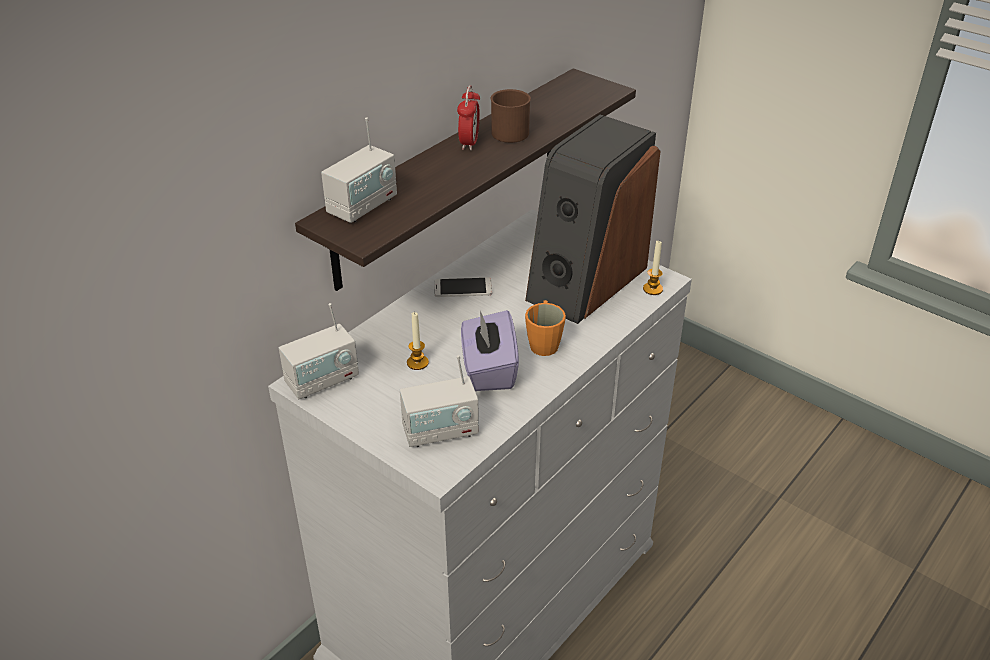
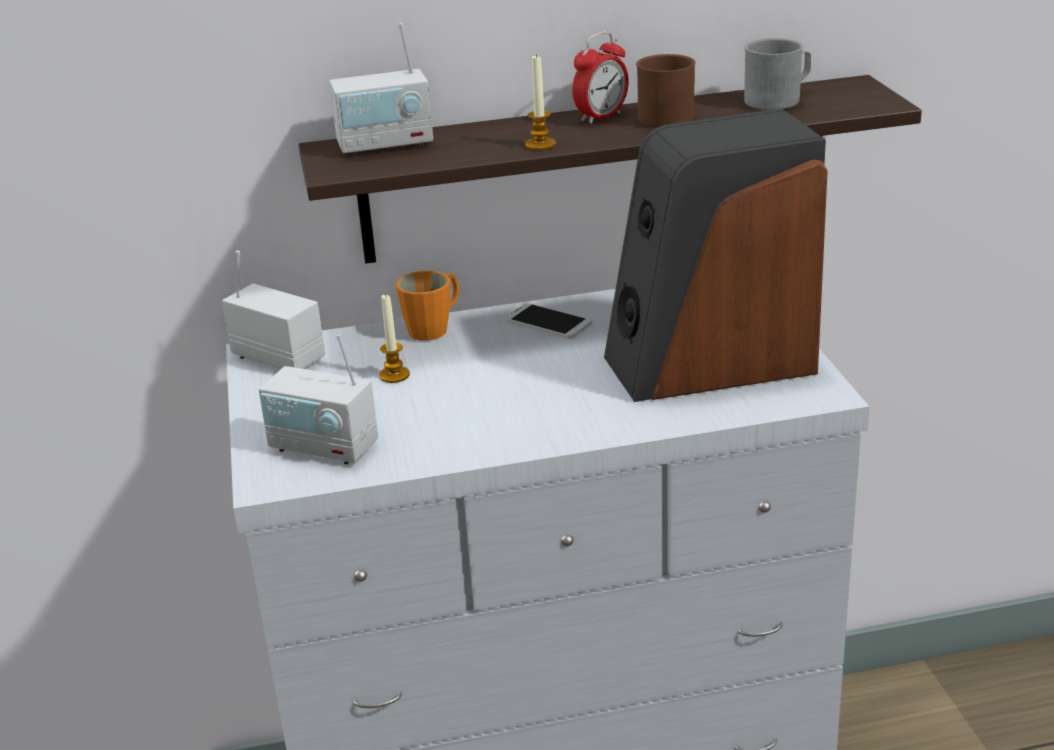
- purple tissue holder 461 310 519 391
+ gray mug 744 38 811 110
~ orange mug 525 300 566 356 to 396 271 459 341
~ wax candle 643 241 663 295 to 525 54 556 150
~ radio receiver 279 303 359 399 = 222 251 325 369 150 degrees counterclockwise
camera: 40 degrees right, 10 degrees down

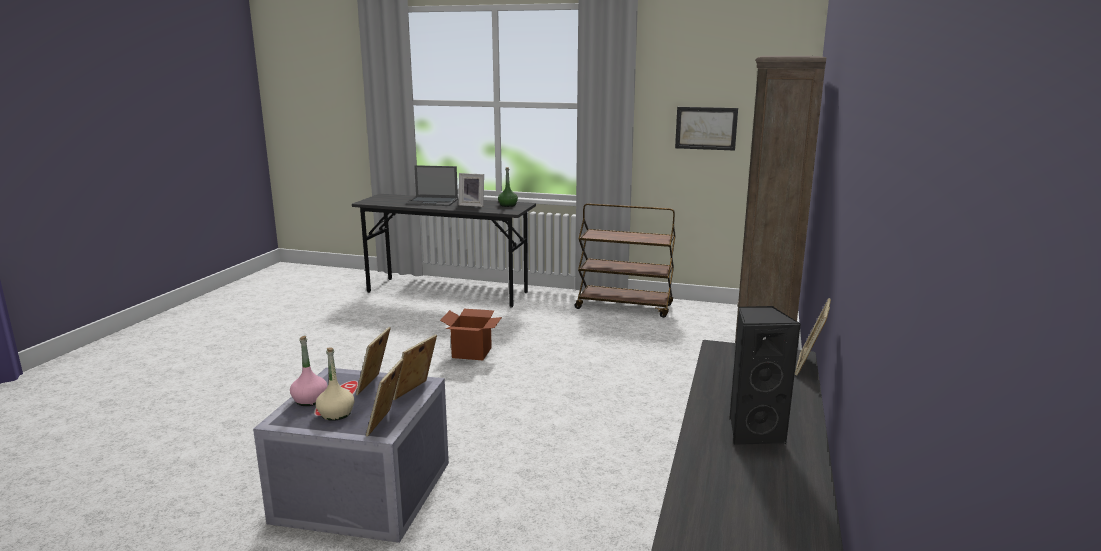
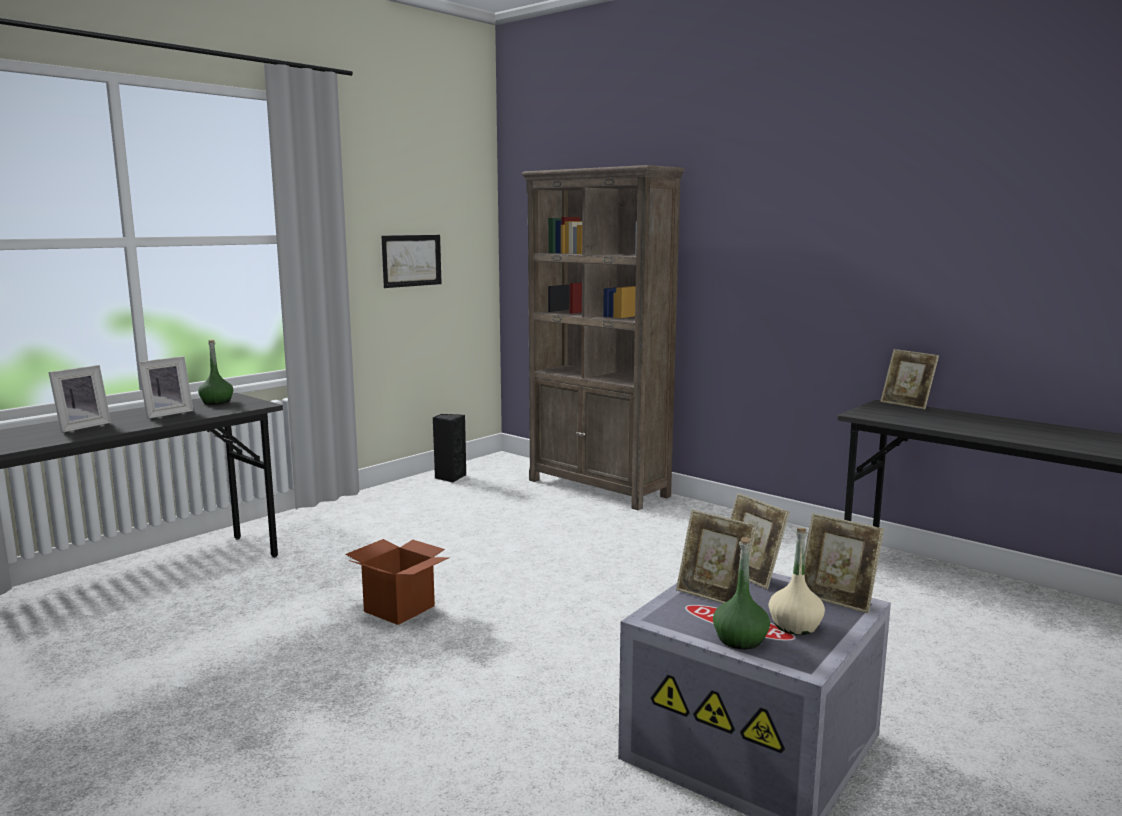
- brown cart 574 203 676 318
~ blackish speaker 729 306 801 445 to 433 414 466 483
~ laptop 406 165 458 206 to standing frame 48 365 111 433
~ pink-coloured beverage bottle 290 336 328 406 to greenish beverage bottle 713 537 770 649
camera: 65 degrees left, 5 degrees down

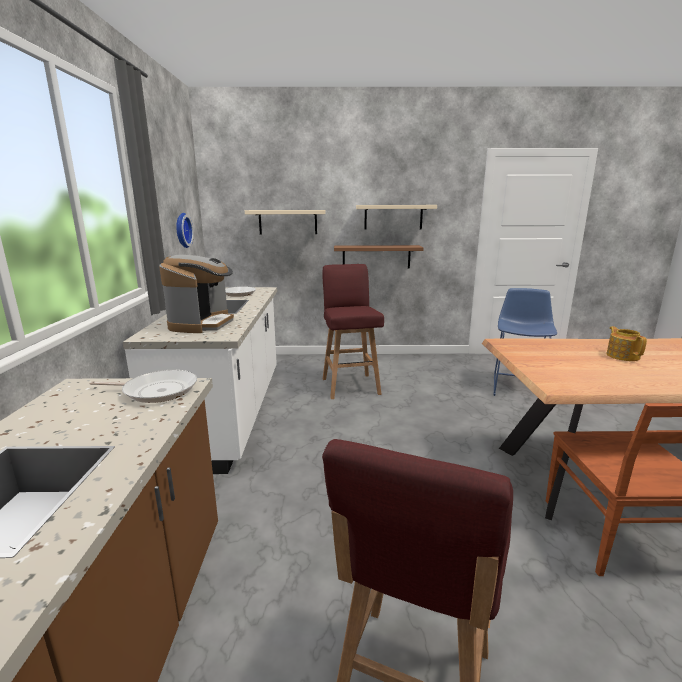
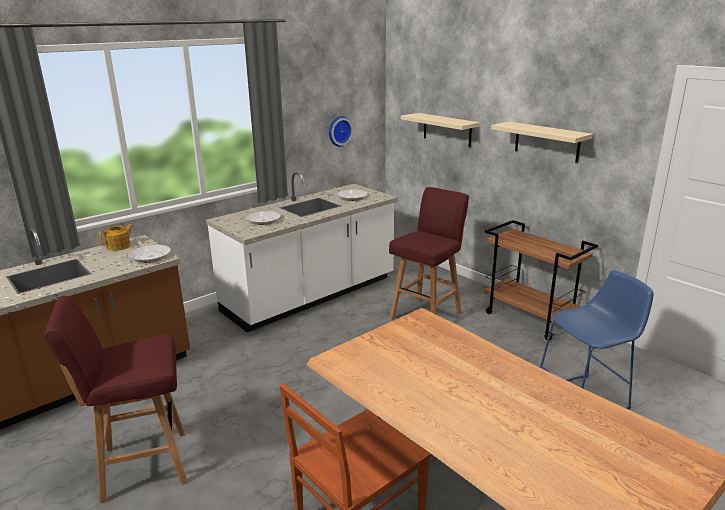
- brown shelf 334 245 424 269
+ brown cart 483 220 598 341
~ tea pot 606 326 647 361 to 99 224 133 251
~ coffee machine 159 255 234 333 to pan 246 208 281 225
camera: 50 degrees right, 5 degrees up

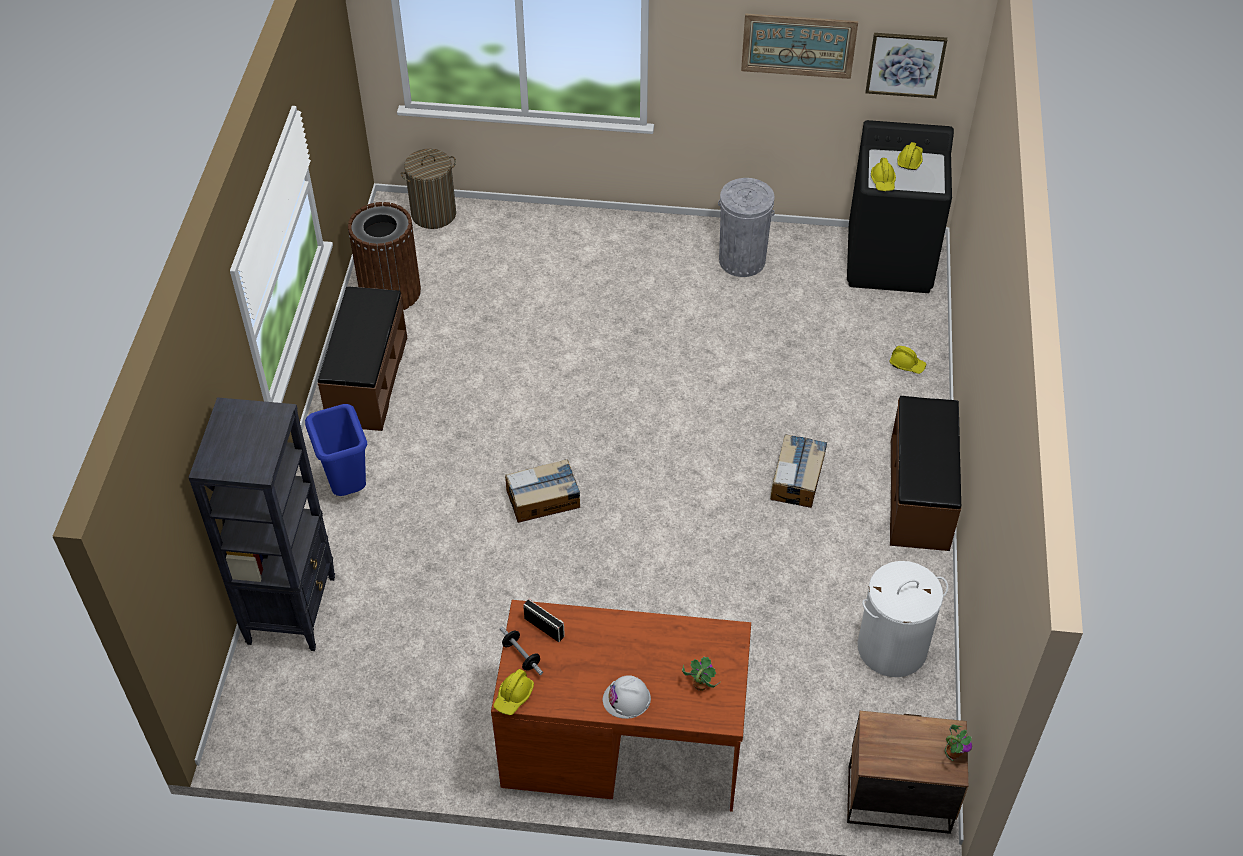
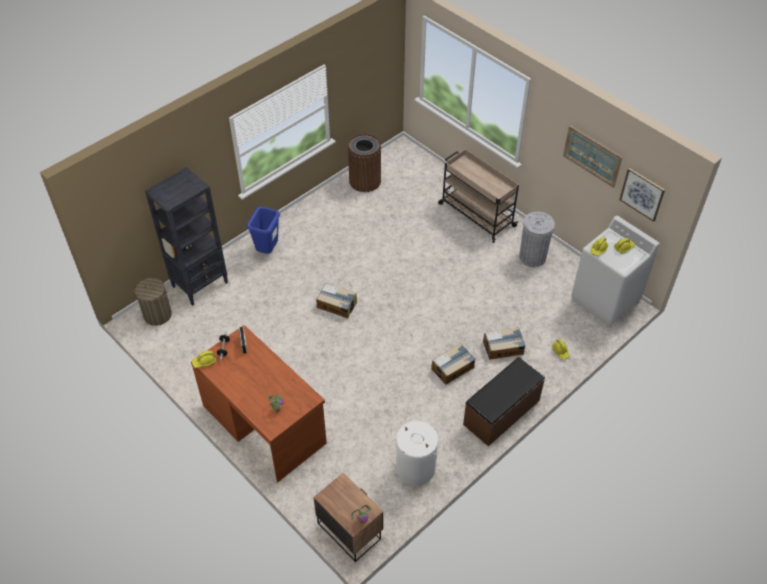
- brown bench 318 287 407 431
- white-coloured safety helmet 603 675 651 719
+ beige cart 438 149 519 243
+ carton 483 327 526 360
~ hamper 401 149 456 229 to 133 278 172 326
~ blackish washing machine 847 120 954 293 to white-coloured washing machine 571 216 660 326
camera: 40 degrees right, 0 degrees up

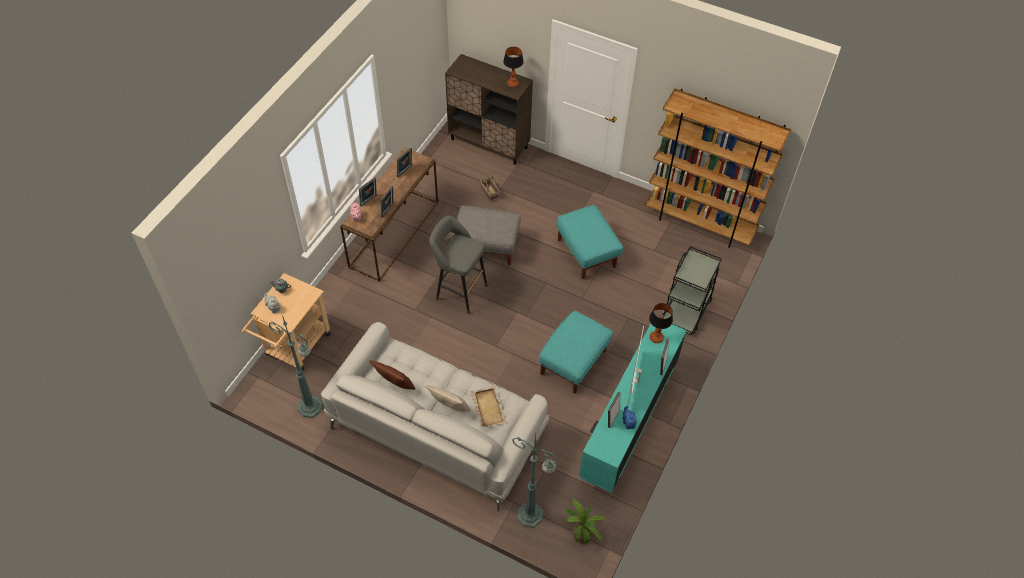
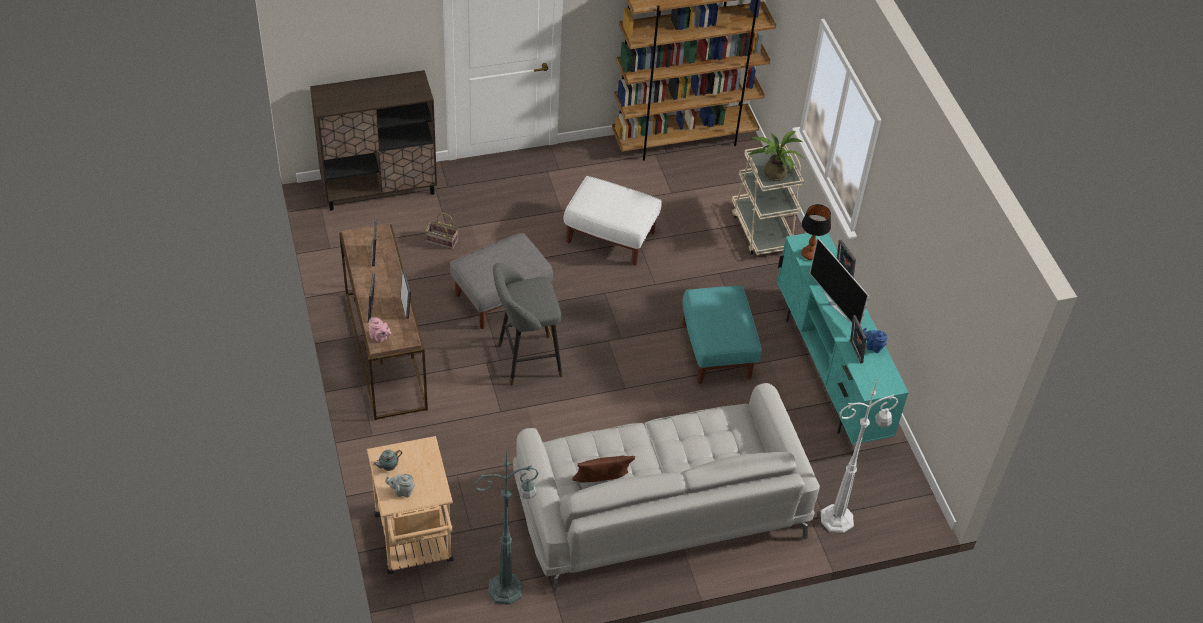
- beige throw pillow 425 385 471 412
- beige serving tray 470 386 507 428
- lamp for a table 503 47 524 88
~ potted plant 564 497 606 544 to 749 131 805 181
~ greenish floor lamp 512 435 558 528 to white-coloured floor lamp 821 380 898 533
~ turquoise-coloured ottoman 557 205 623 279 to white-coloured ottoman 564 176 662 266
~ blackish cart 662 246 722 335 to beige cart 732 144 804 255
camera: 45 degrees left, 5 degrees down

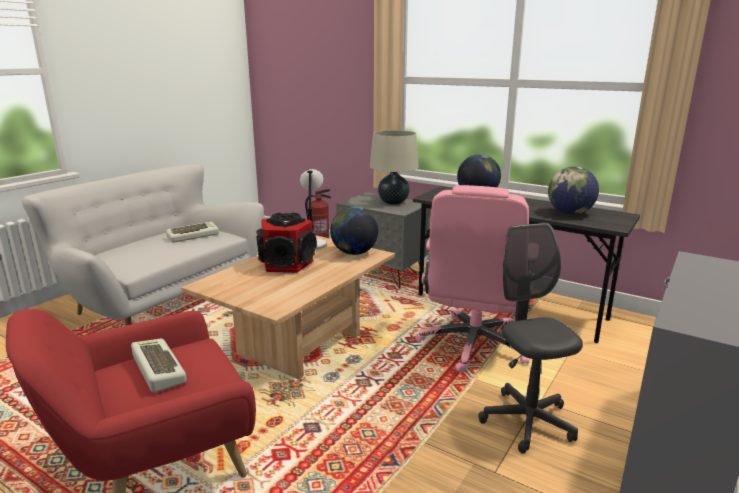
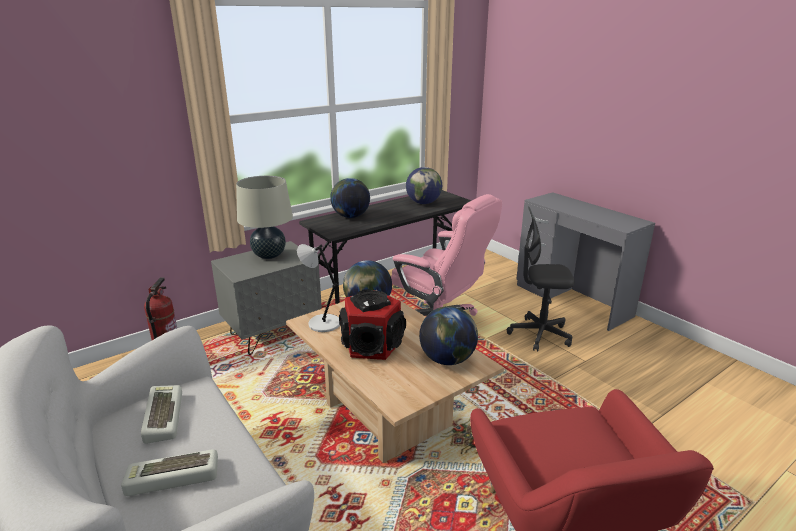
+ desk globe 419 306 478 365
~ PC keyboard 131 339 187 393 to 121 449 218 496
camera: 70 degrees left, 5 degrees up

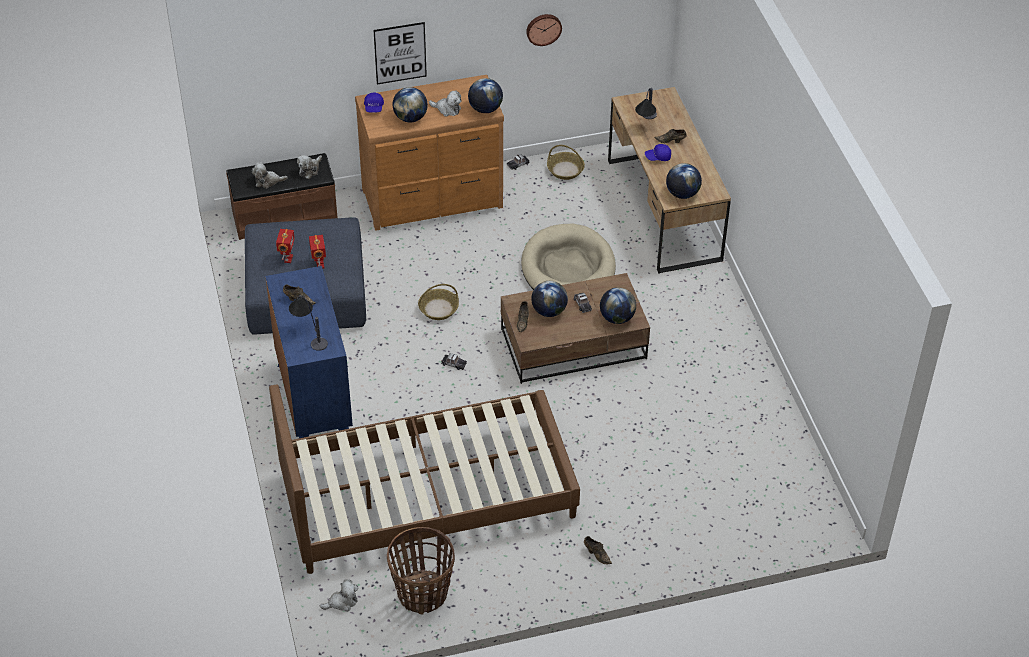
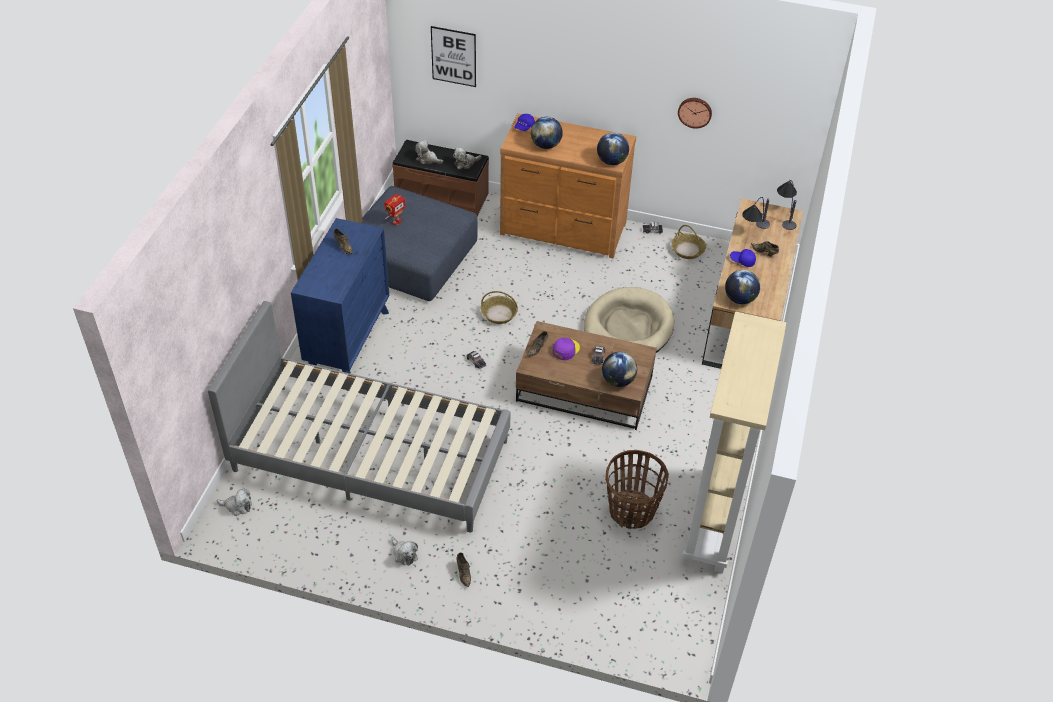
- robot figure 309 235 326 269
+ beige bookshelf 683 311 787 573
~ lamp for a table 289 295 328 351 to 777 180 797 230
~ wall picture 373 22 427 84 to 431 26 476 87
~ basket 387 527 455 614 to 605 450 669 529
~ cuddly toy 429 90 461 116 to 391 537 418 566
~ desk globe 531 281 568 317 to purple baseball cap 553 337 580 360
~ brown sleeping bed 269 385 580 574 to gray sleeping bed 208 301 511 532
camera: 30 degrees right, 0 degrees up

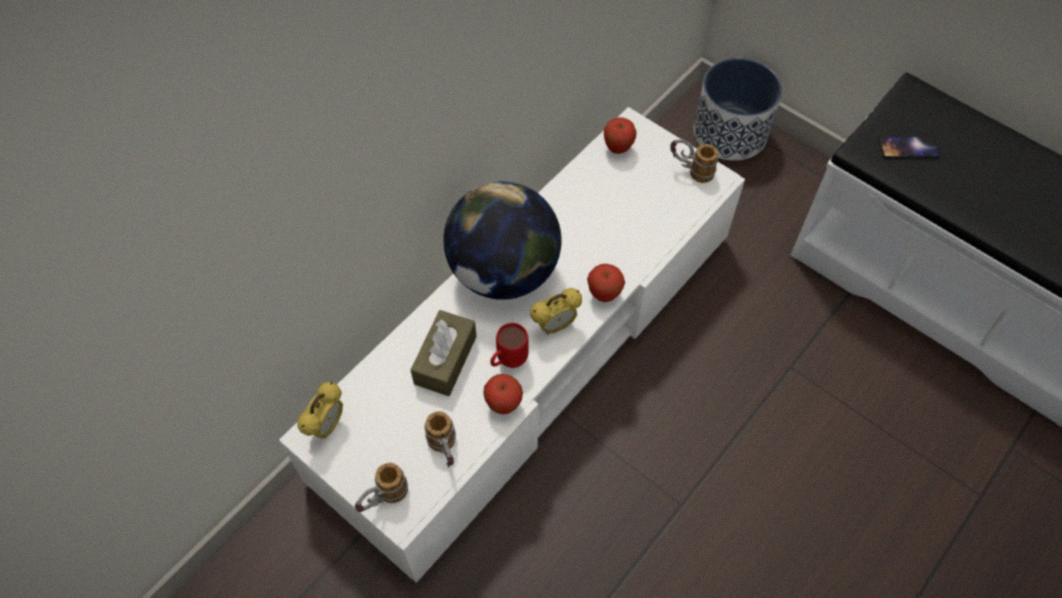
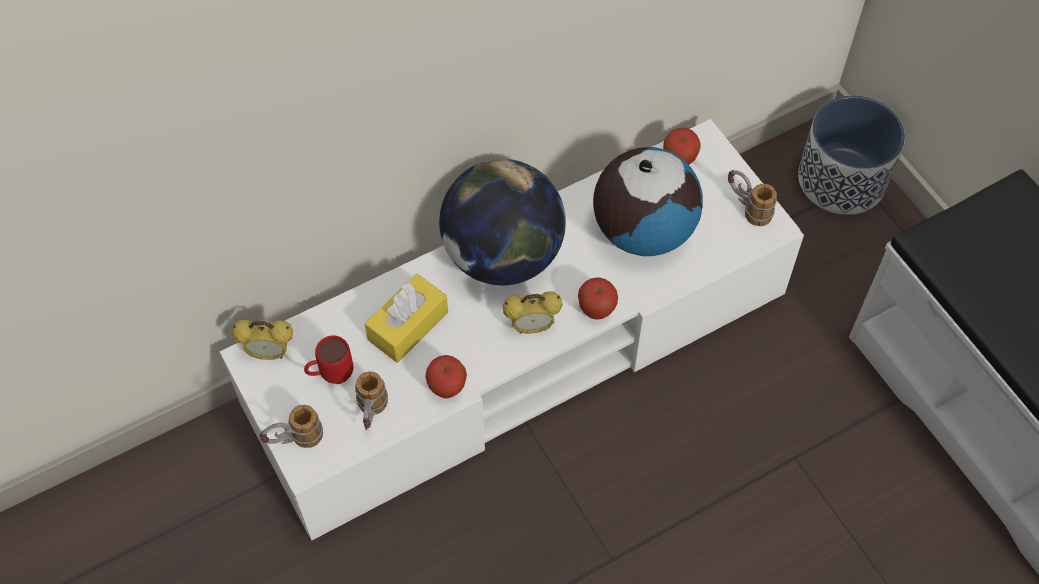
- phone 878 136 940 158
+ desk globe 593 147 703 256
~ reddish mug 490 323 528 368 to 304 336 353 384
~ brown tissue holder 411 310 477 396 to yellowish tissue holder 365 274 448 363
~ alarm clock 297 382 343 439 = 232 320 293 360 45 degrees clockwise
camera: 20 degrees right, 0 degrees up

